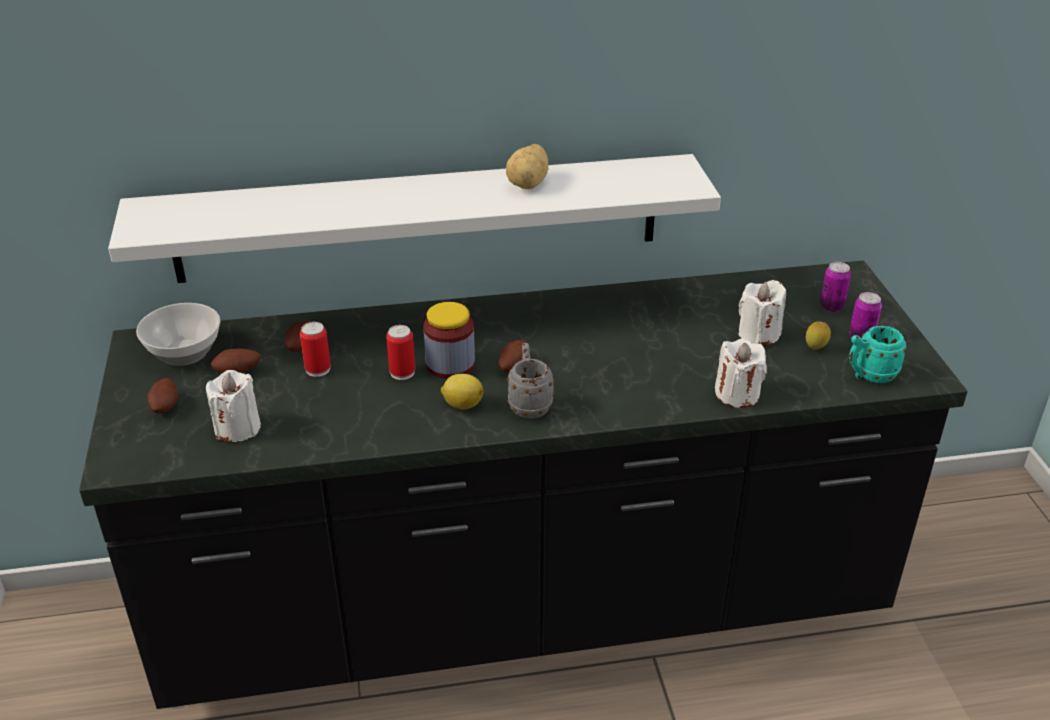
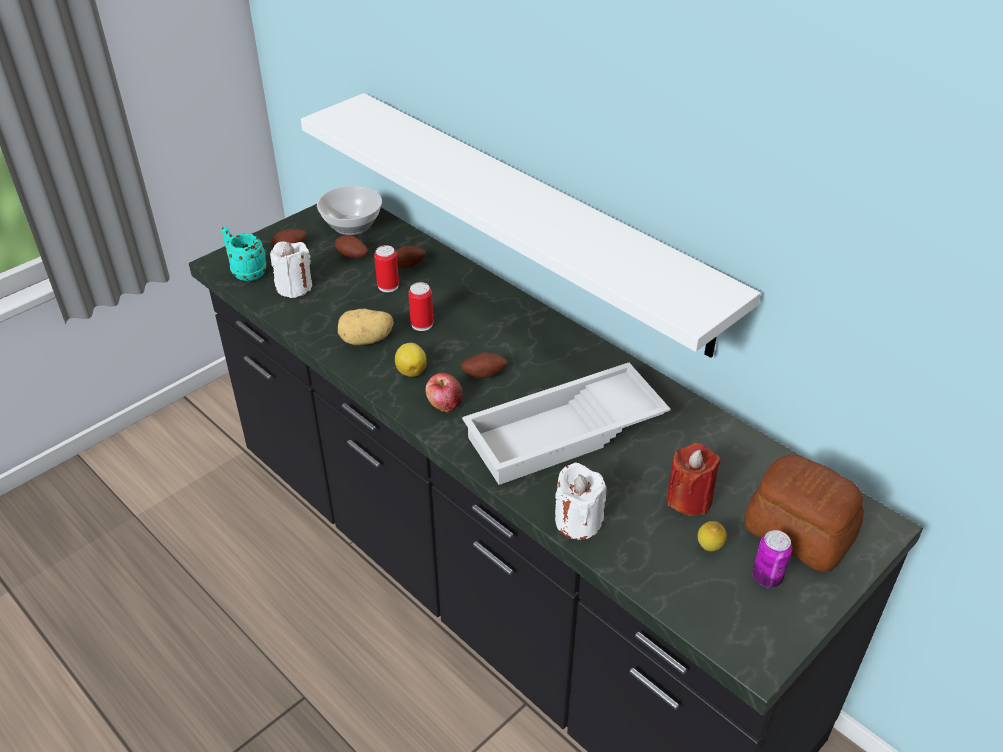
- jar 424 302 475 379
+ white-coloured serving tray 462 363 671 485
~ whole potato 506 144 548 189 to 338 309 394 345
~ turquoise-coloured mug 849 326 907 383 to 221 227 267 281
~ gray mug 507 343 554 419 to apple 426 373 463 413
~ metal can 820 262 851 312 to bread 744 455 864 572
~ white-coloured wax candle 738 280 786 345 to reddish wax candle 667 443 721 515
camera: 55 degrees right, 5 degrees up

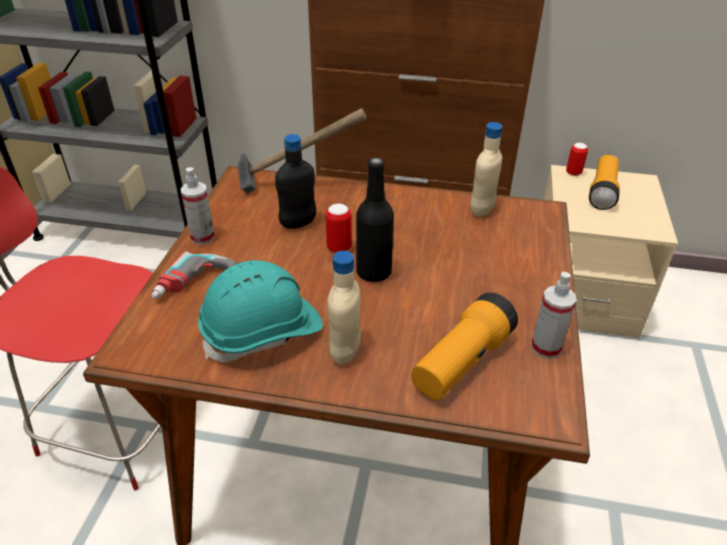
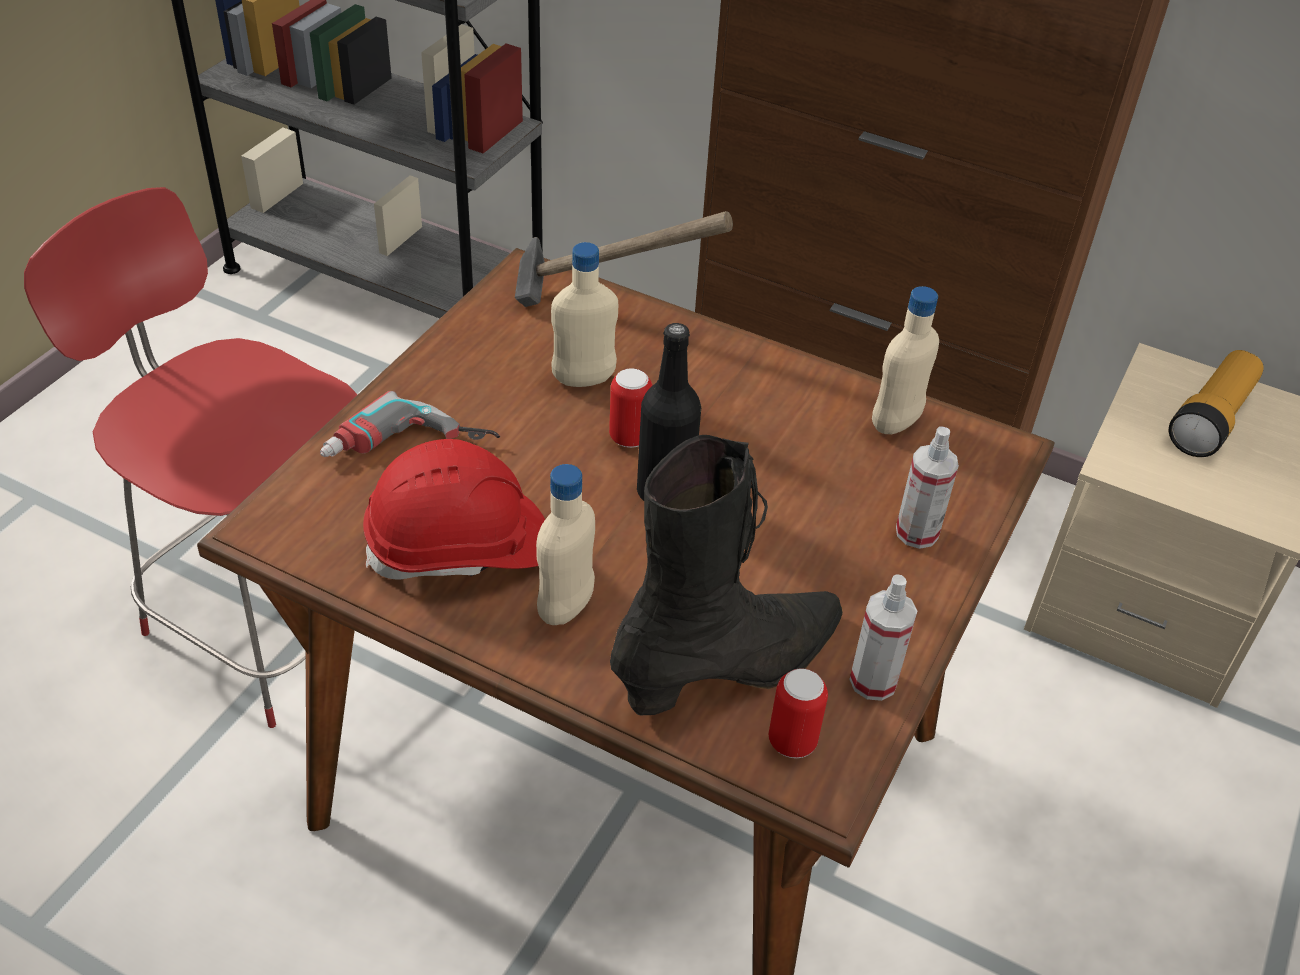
~ hand sprayer 181 167 215 245 to 896 427 959 549
~ metal can 566 143 588 176 to 769 668 828 758
~ flashlight 412 292 518 400 to blackish tall boot 610 435 843 715
~ turquoise-coloured safety helmet 198 260 323 362 to reddish safety helmet 363 439 545 579
~ blackish beverage bottle 275 134 316 229 to beige beverage bottle 551 242 618 387
camera: 15 degrees right, 5 degrees up

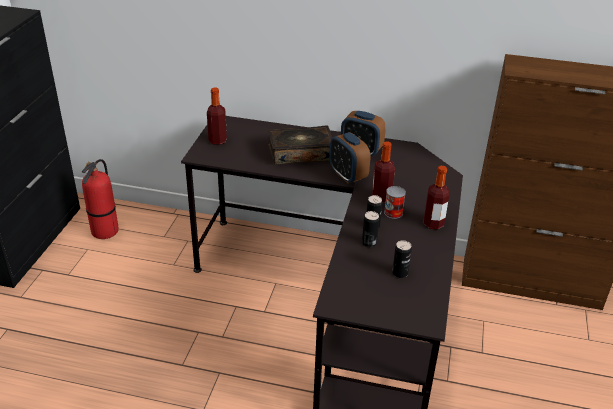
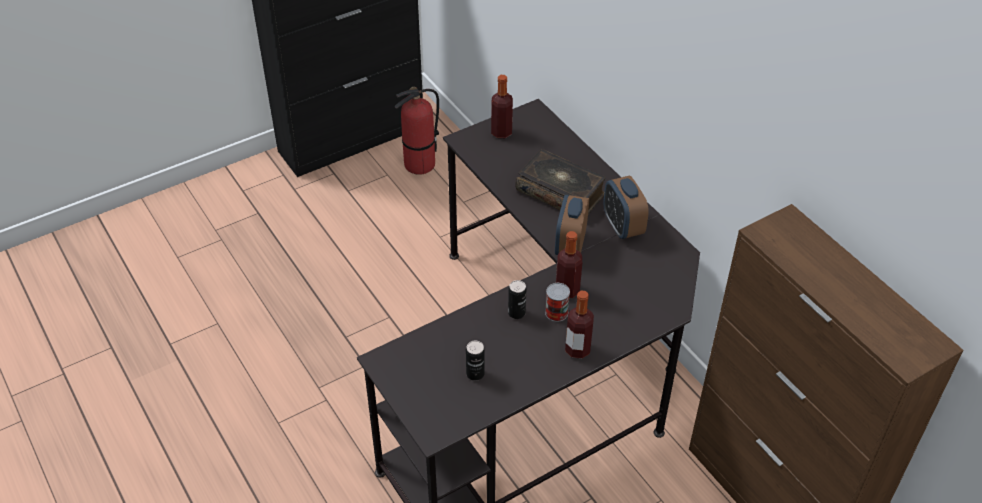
- metal can 362 211 379 247
camera: 45 degrees right, 10 degrees up

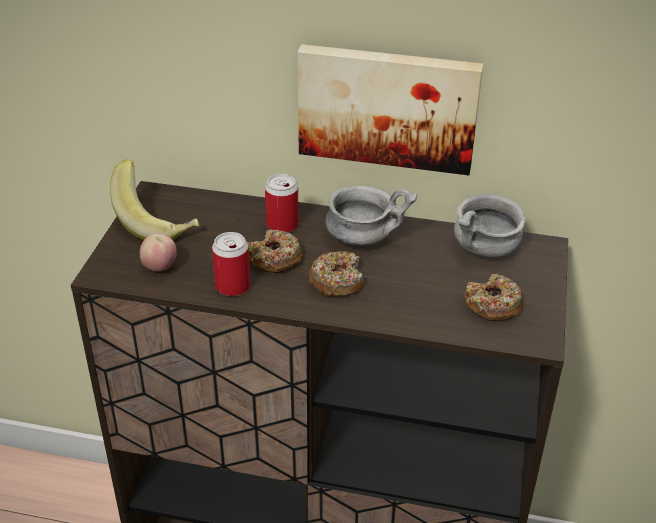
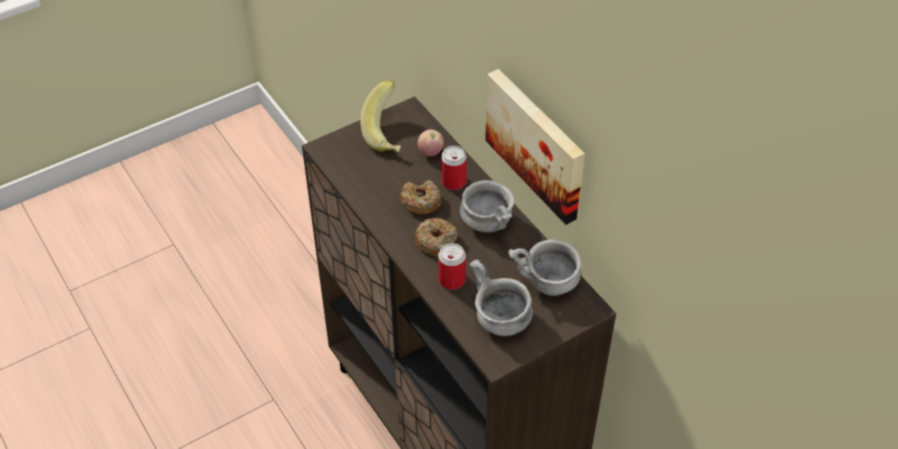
~ apple 140 234 177 271 to 418 129 444 157
~ metal can 212 232 250 296 to 438 243 466 290
~ ring doughnut 464 274 523 321 to gray serving bowl 470 260 533 336
camera: 45 degrees right, 10 degrees up

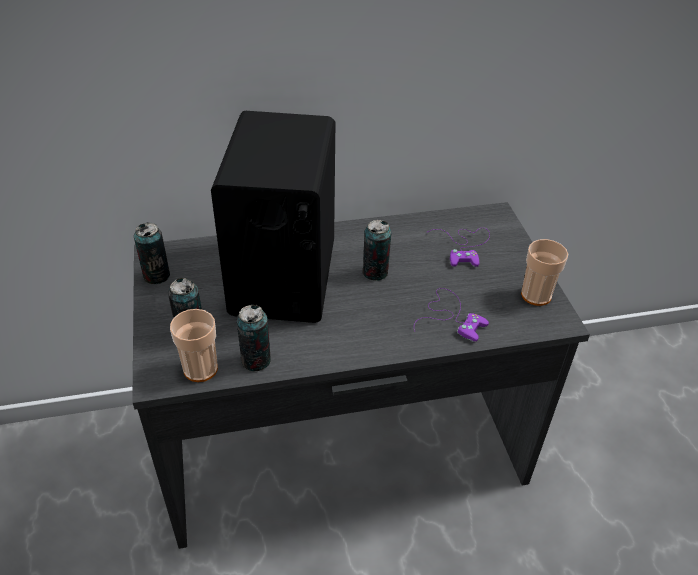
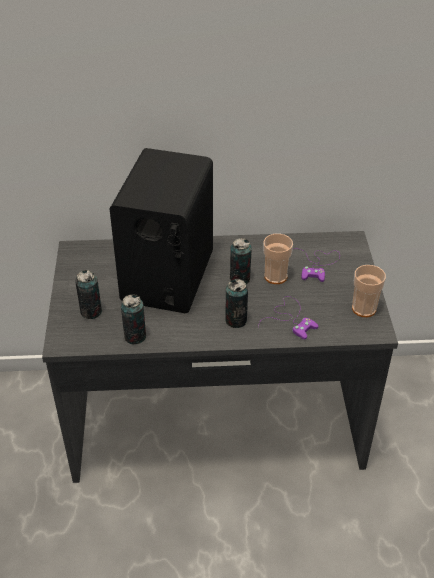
~ metal can 134 222 170 284 to 225 279 248 328
~ small cup 170 309 218 382 to 263 234 293 284
camera: 10 degrees right, 0 degrees up

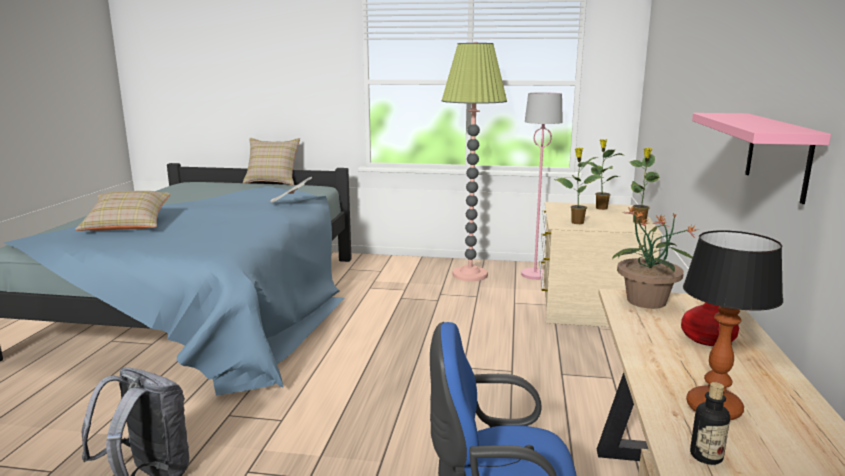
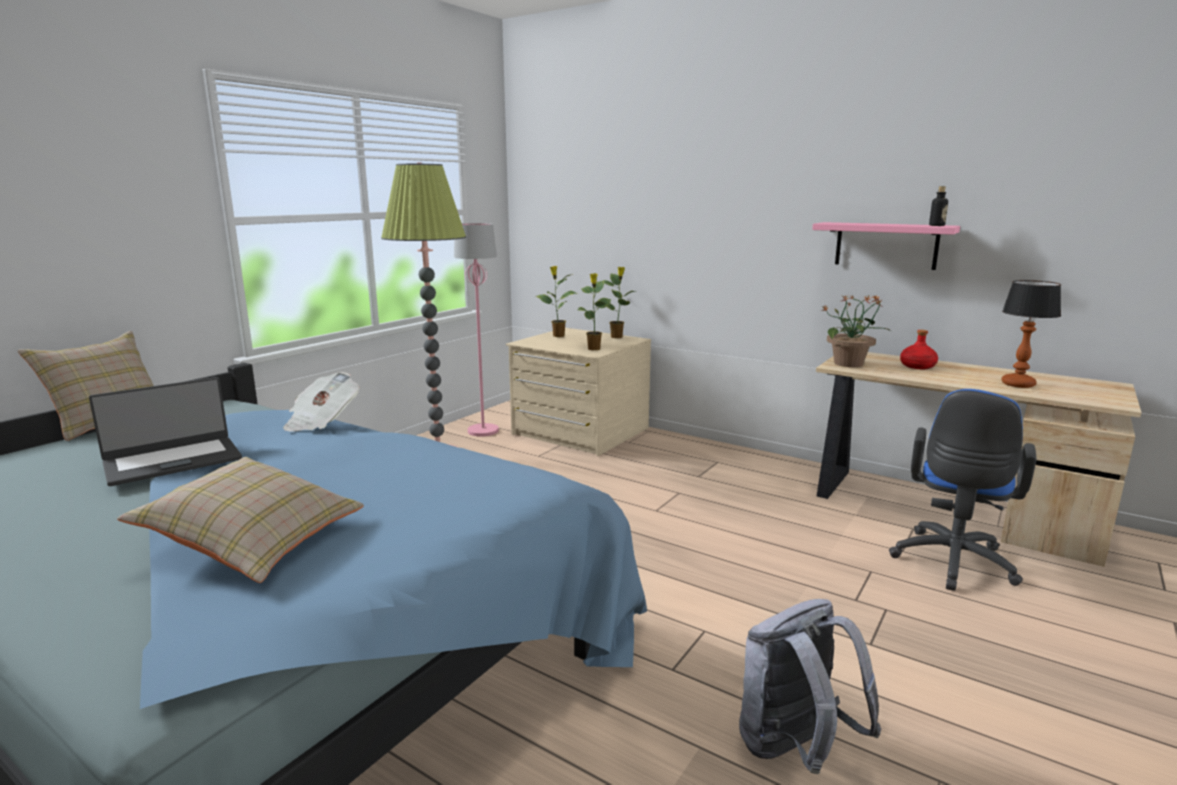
+ laptop 89 377 242 486
~ beverage bottle 690 382 730 465 to 929 186 948 226
camera: 65 degrees left, 0 degrees up

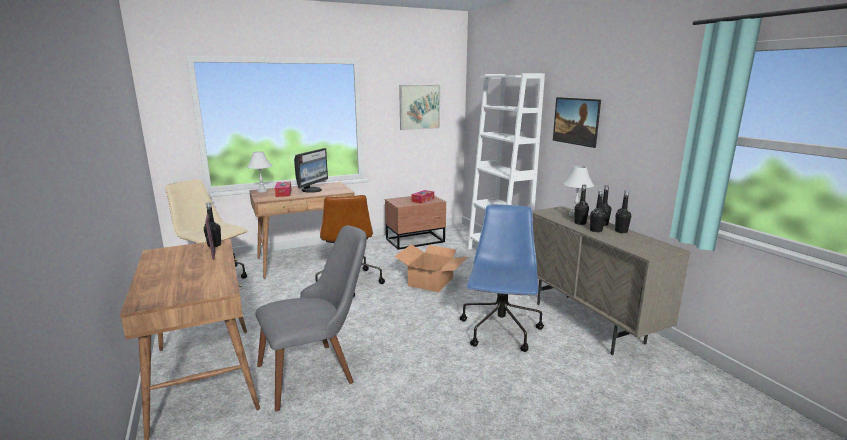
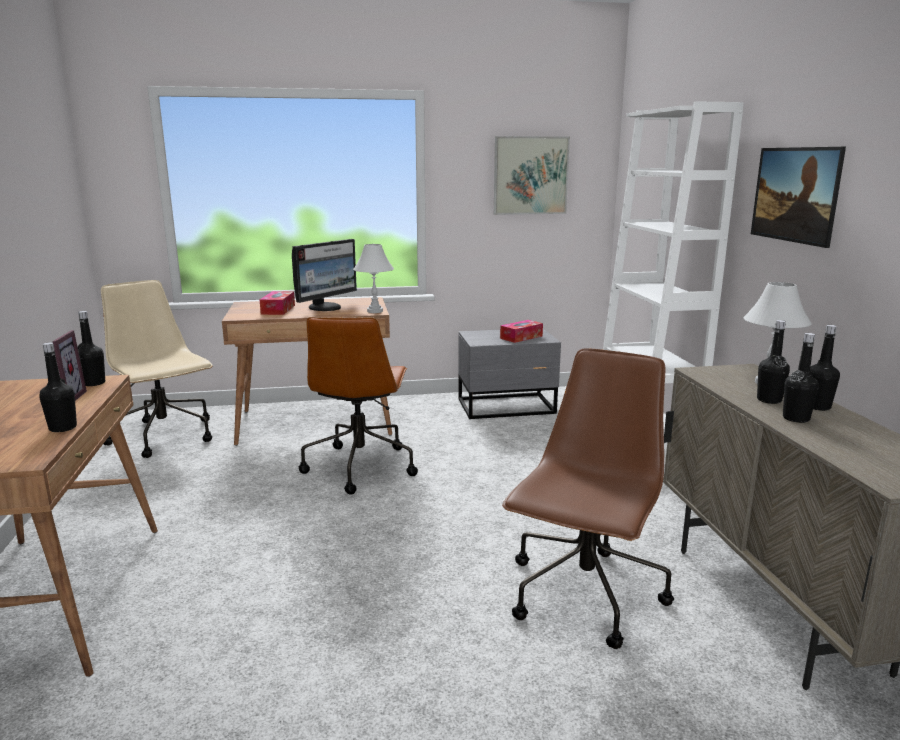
- gray chair 255 225 367 411
- carton 394 244 468 292
~ white-coloured lamp for a table 247 151 272 193 to 353 244 394 313
~ blackish beverage bottle 615 191 631 233 to 39 342 77 432
~ brown bedside table 385 196 446 250 to gray bedside table 458 329 561 419
~ blue-coloured computer chair 460 204 544 352 to brown computer chair 502 349 674 649
camera: 15 degrees right, 0 degrees up

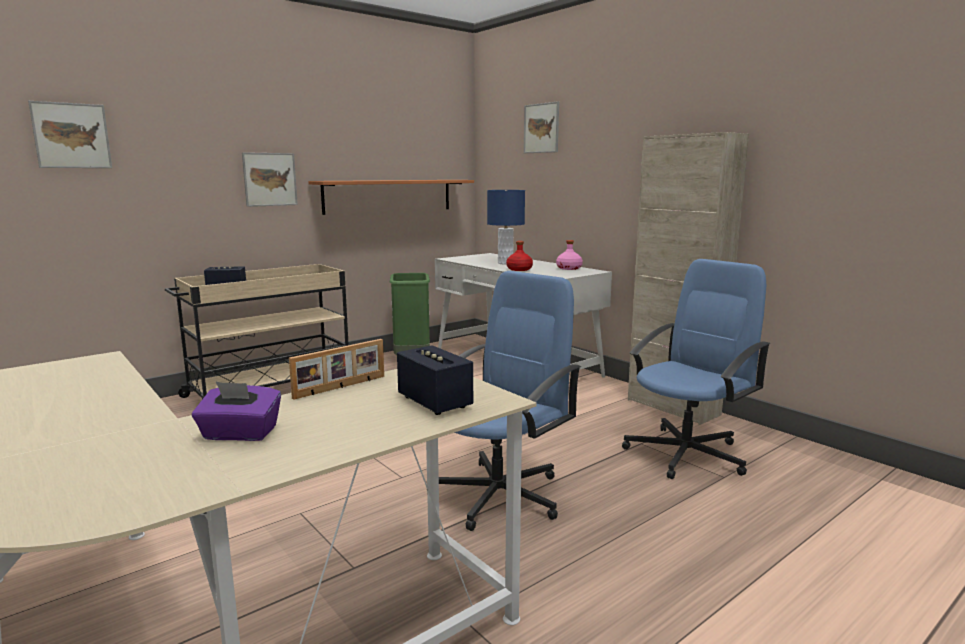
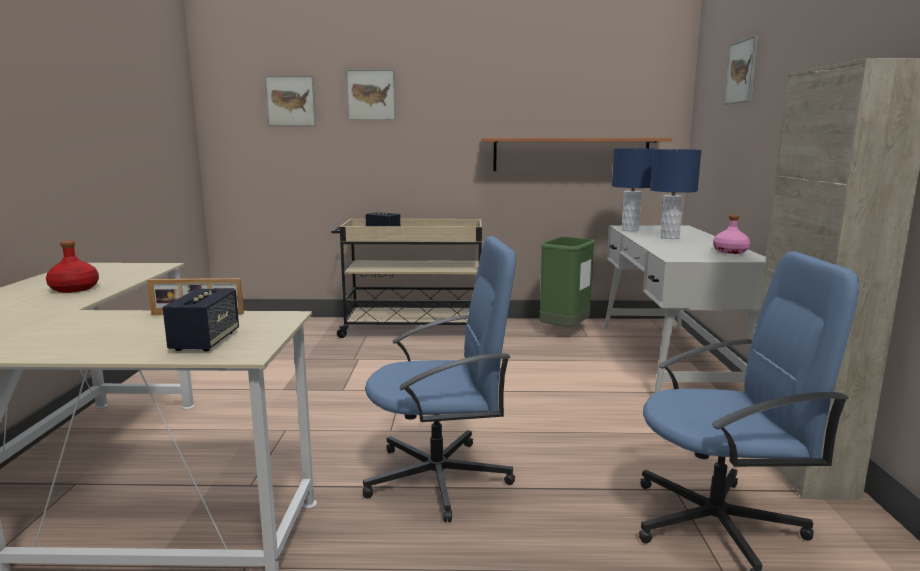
- purple tissue holder 192 382 281 441
+ blue-coloured lamp for a table 612 148 653 231
~ wall picture 242 152 298 207 to 345 69 396 120
~ reddish beverage bottle 506 241 533 271 to 46 241 99 293
camera: 40 degrees right, 0 degrees up

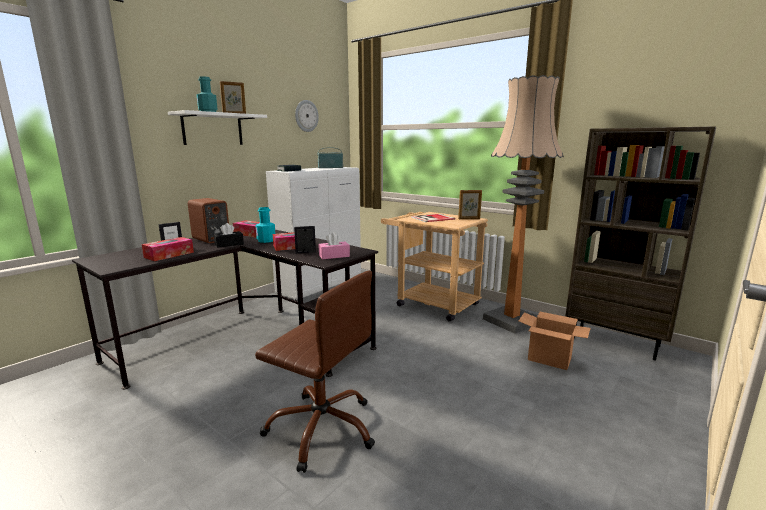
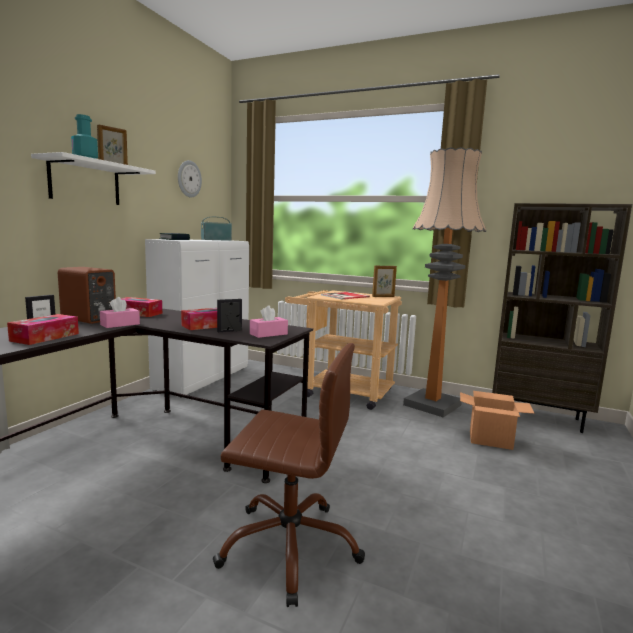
- turquoise-coloured beverage bottle 255 207 275 243
~ blackish tissue holder 214 223 244 248 to pink-coloured tissue holder 100 297 140 328
camera: 15 degrees left, 5 degrees down

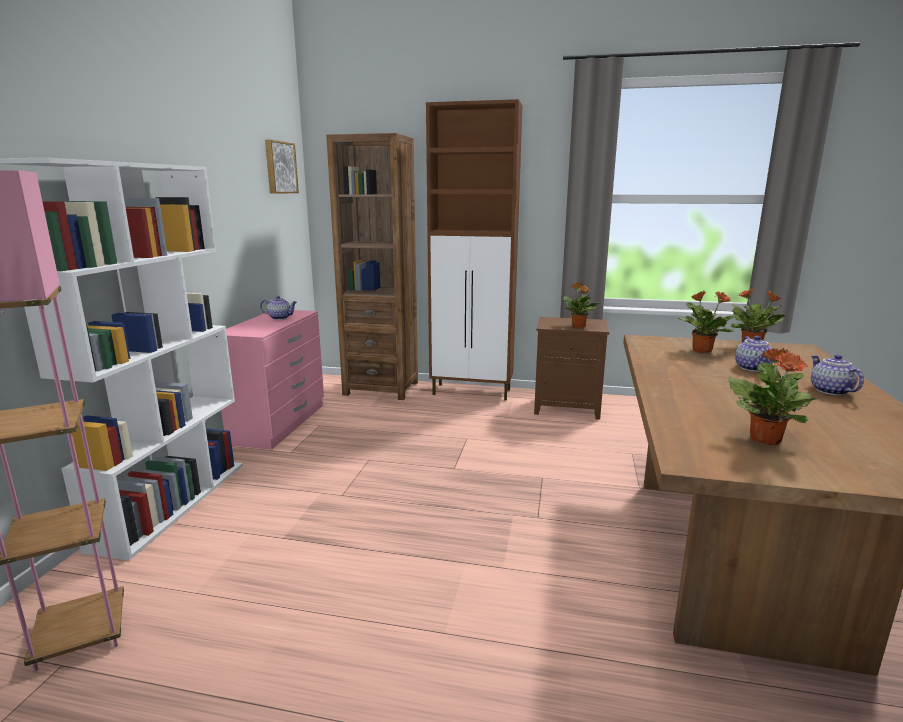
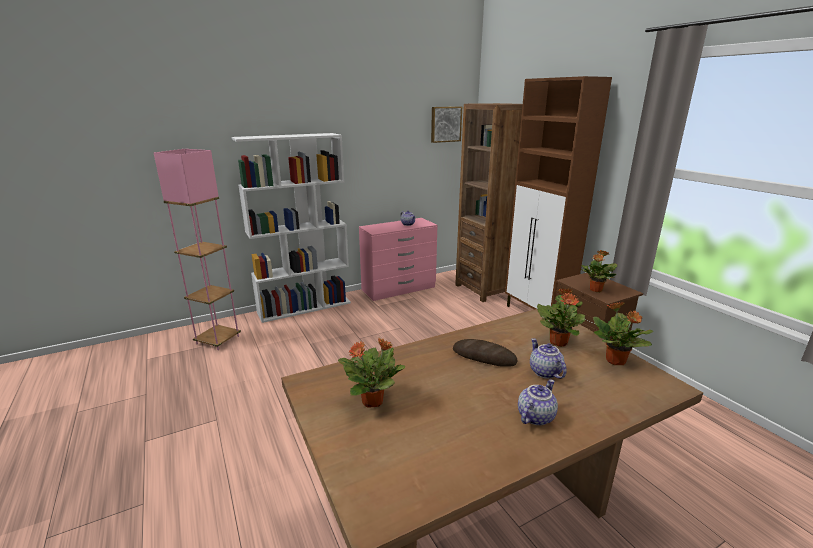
+ bread 453 339 517 367
~ tea pot 735 336 773 372 = 530 339 567 379 105 degrees clockwise
camera: 50 degrees right, 5 degrees up

